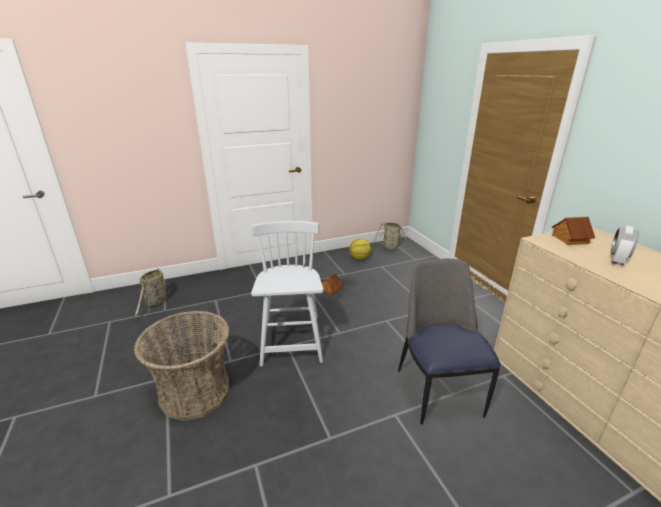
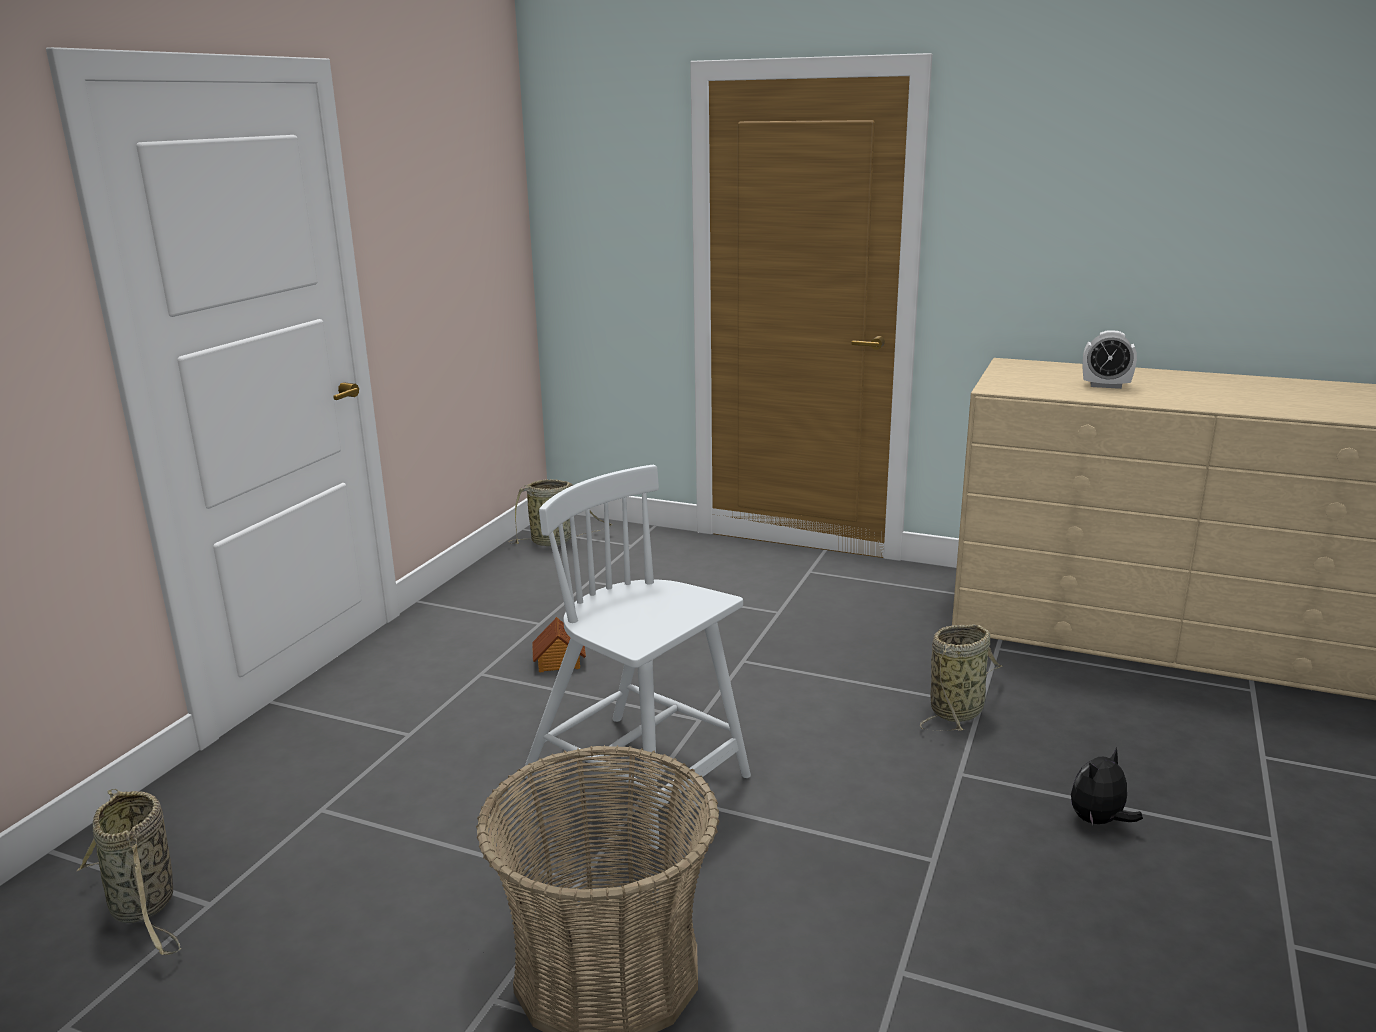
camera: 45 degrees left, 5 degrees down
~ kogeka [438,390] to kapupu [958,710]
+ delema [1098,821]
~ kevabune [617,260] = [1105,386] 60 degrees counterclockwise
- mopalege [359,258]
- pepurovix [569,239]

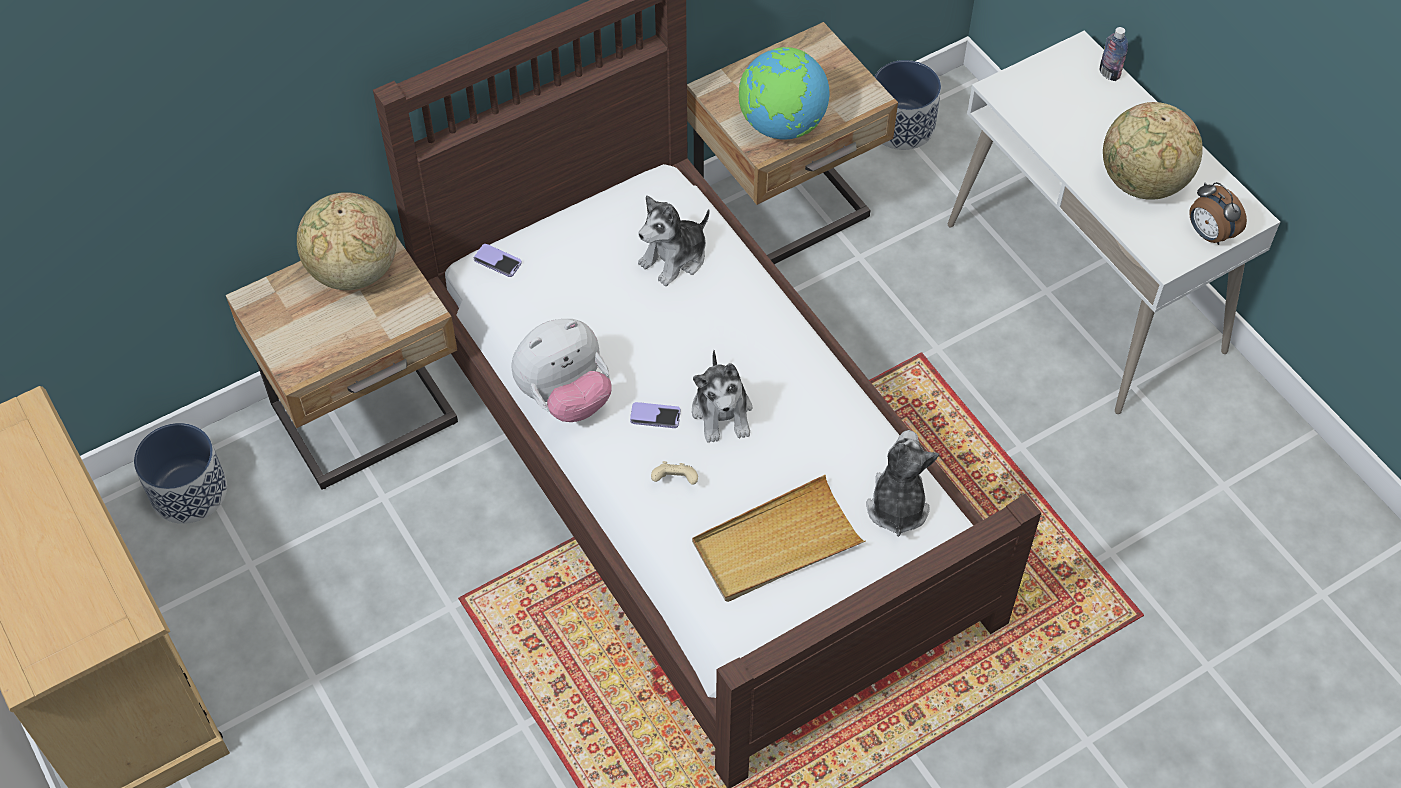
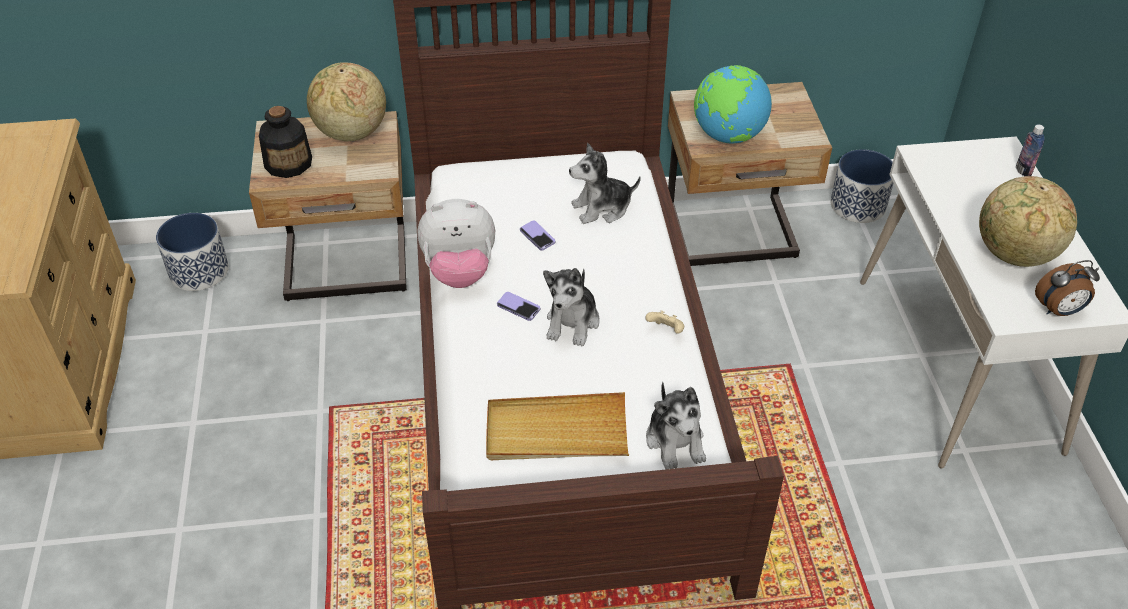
camera: 25 degrees right, 10 degrees down
+ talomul [289,163]
~ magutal [497,261] to [537,236]
~ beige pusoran [675,481] to [666,330]
~ delema [897,506] = [675,441] 135 degrees clockwise
~ kevabune [1208,234] = [1059,311] 90 degrees counterclockwise

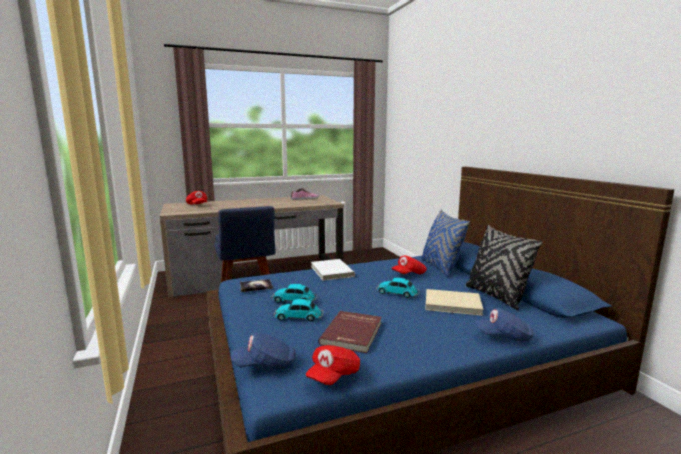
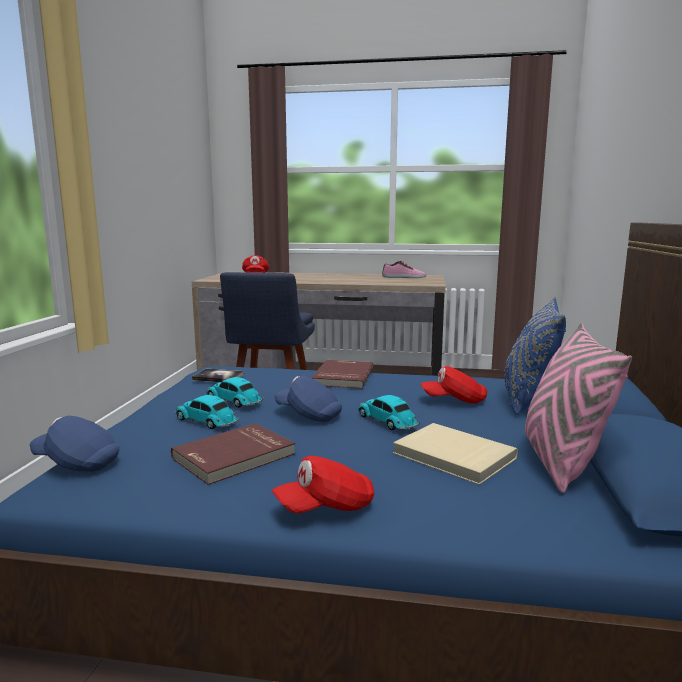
camera: 30 degrees right, 0 degrees up
~ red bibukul [333,376] to [325,507]
~ blue bibukul [503,337] to [309,414]
~ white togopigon [331,271] to red togopigon [342,377]
~ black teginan [496,296] to pink teginan [560,463]

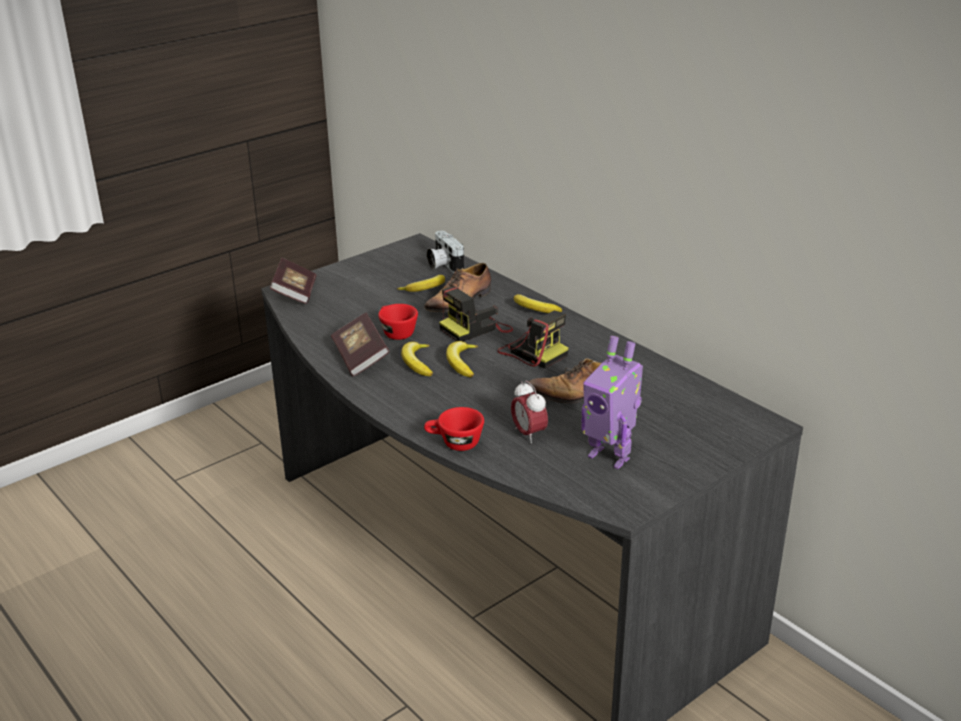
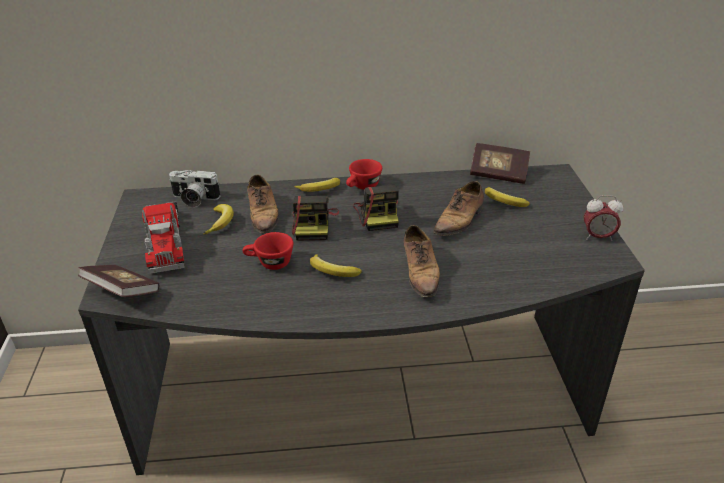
camera: 55 degrees left, 5 degrees up
+ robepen [165,242]
~ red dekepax [454,443] to [362,187]
~ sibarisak [532,351] = [378,214] 90 degrees clockwise
+ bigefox [420,272]
~ togopigon [360,357] to [498,174]
~ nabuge [461,363] to [503,202]
~ kevabune [528,434] to [598,237]
- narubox [610,456]

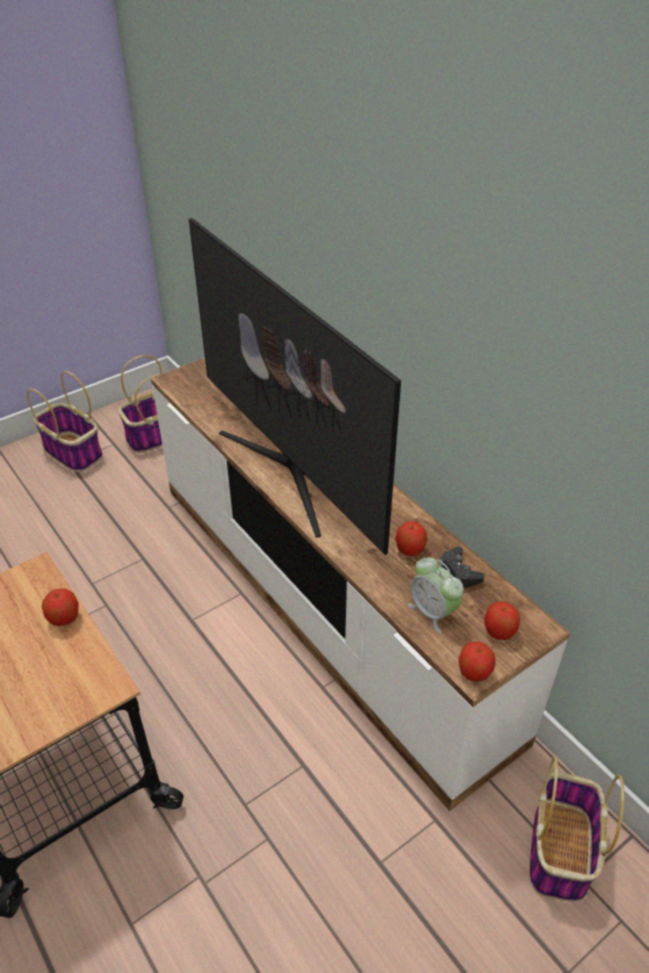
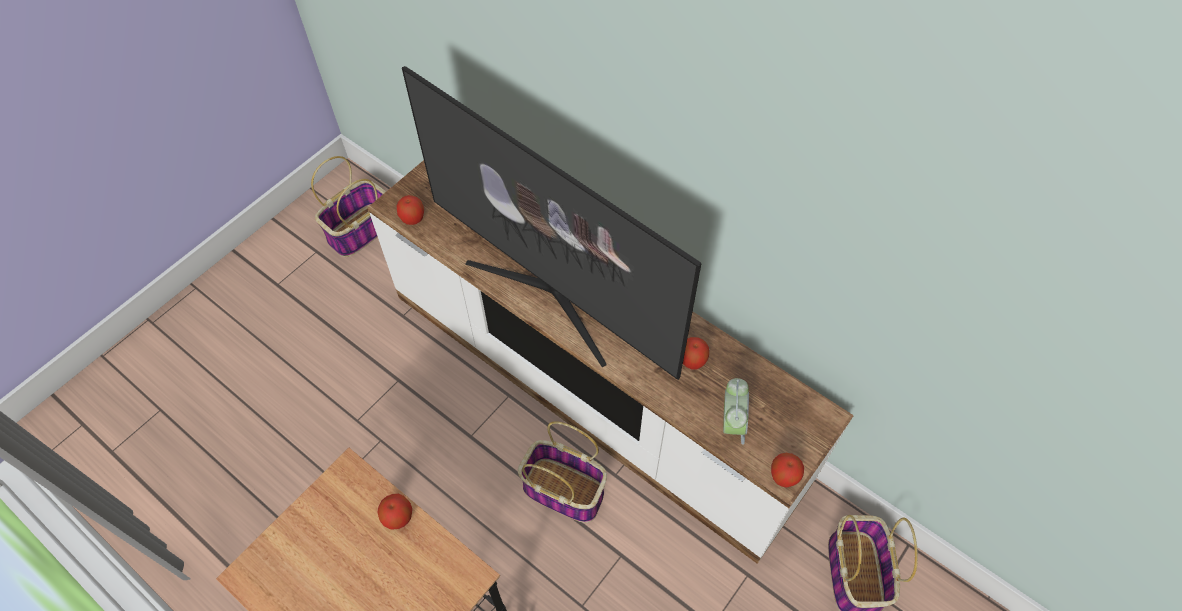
camera: 15 degrees left, 15 degrees up
~ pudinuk [499,631] to [412,218]
~ kapupu [74,452] to [565,491]
~ kevabune [433,612] = [732,423] 120 degrees counterclockwise
- black pusoran [459,572]

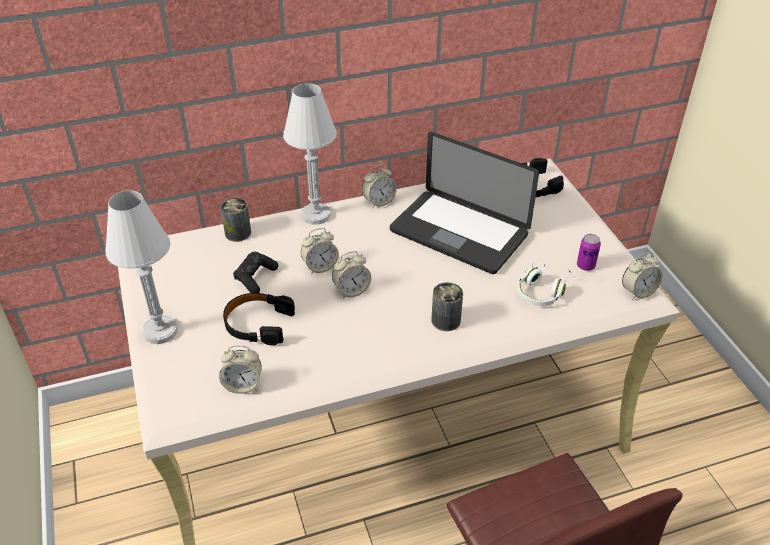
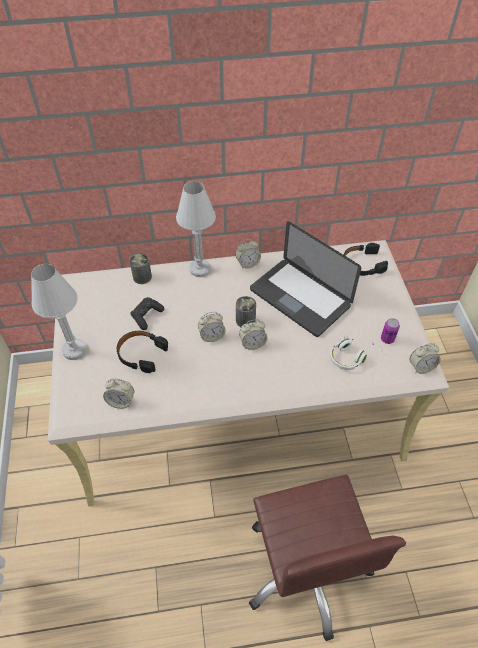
camera: 10 degrees right, 10 degrees up
~ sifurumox [446,320] to [245,320]
~ kevabune [320,267] to [252,343]

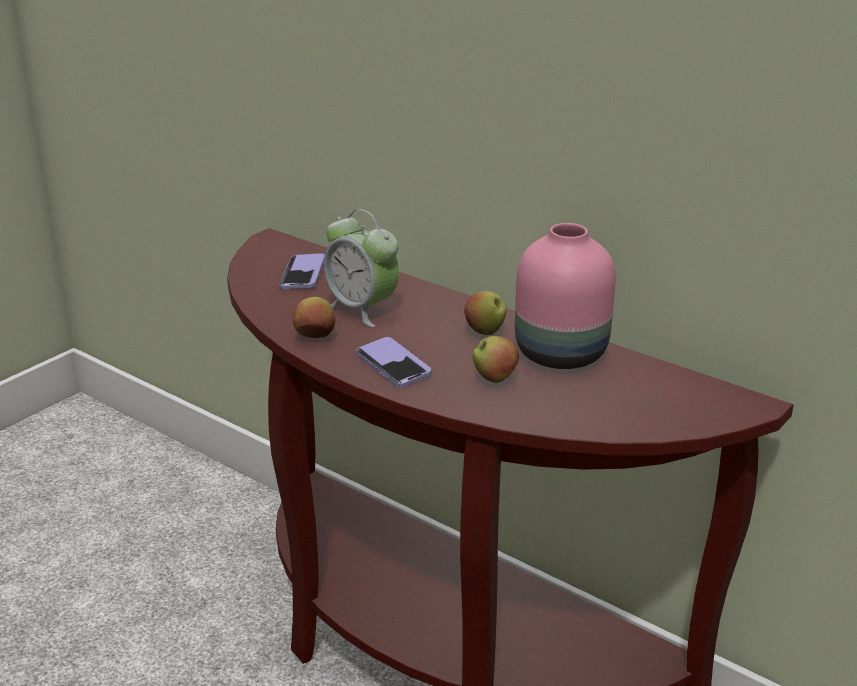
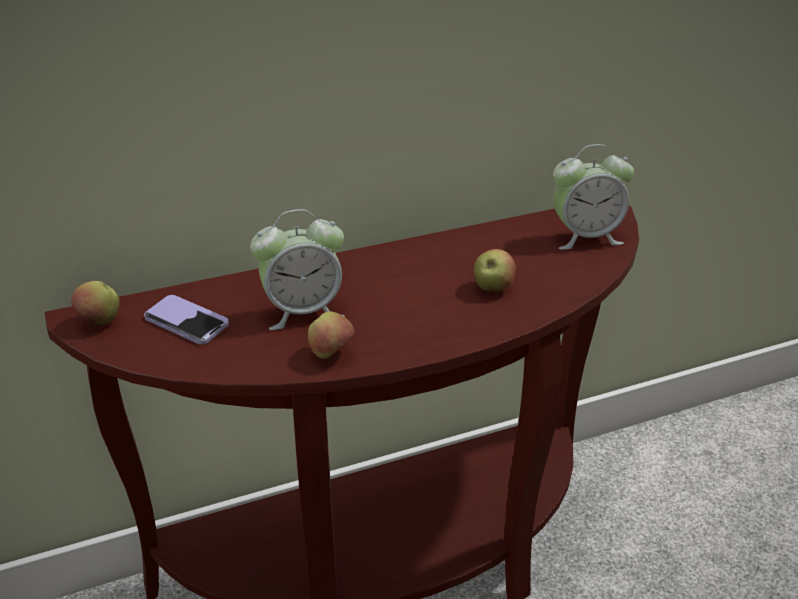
camera: 60 degrees left, 5 degrees up
~ pudinuk [485,332] to [100,322]
+ kevabune [585,237]
- magutal [393,365]
- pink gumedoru [562,353]

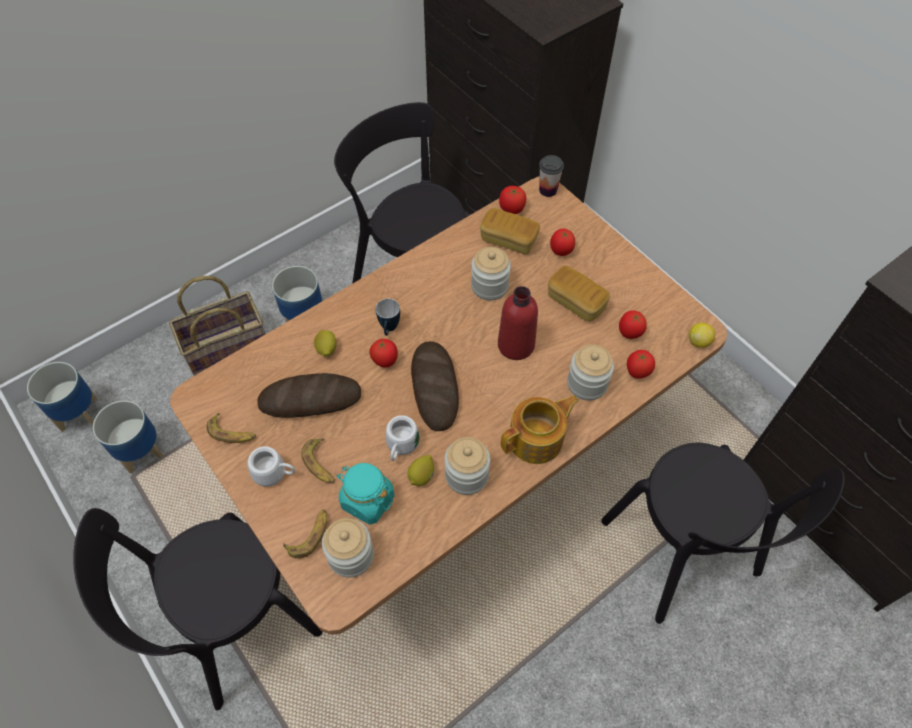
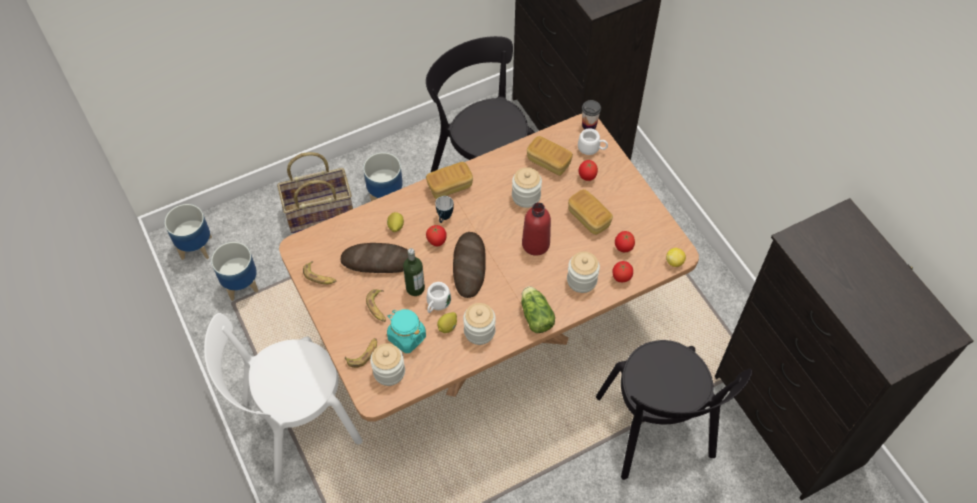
camera: 10 degrees right, 0 degrees up
~ black kogeka [233,623] to white kogeka [295,424]
+ talomul [415,288]
+ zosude [449,186]
~ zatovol [537,439] to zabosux [535,314]
~ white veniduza [275,473] to [592,149]
- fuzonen [511,209]

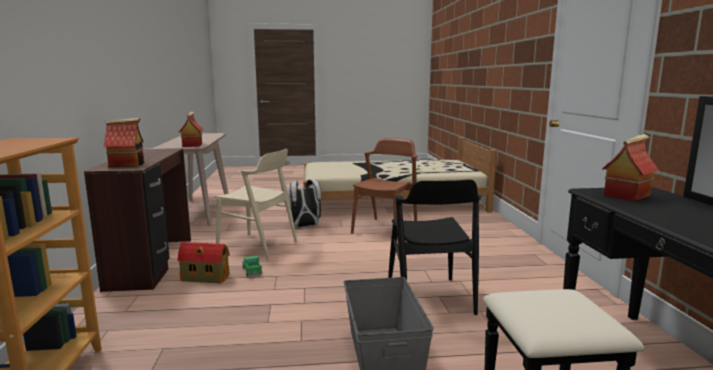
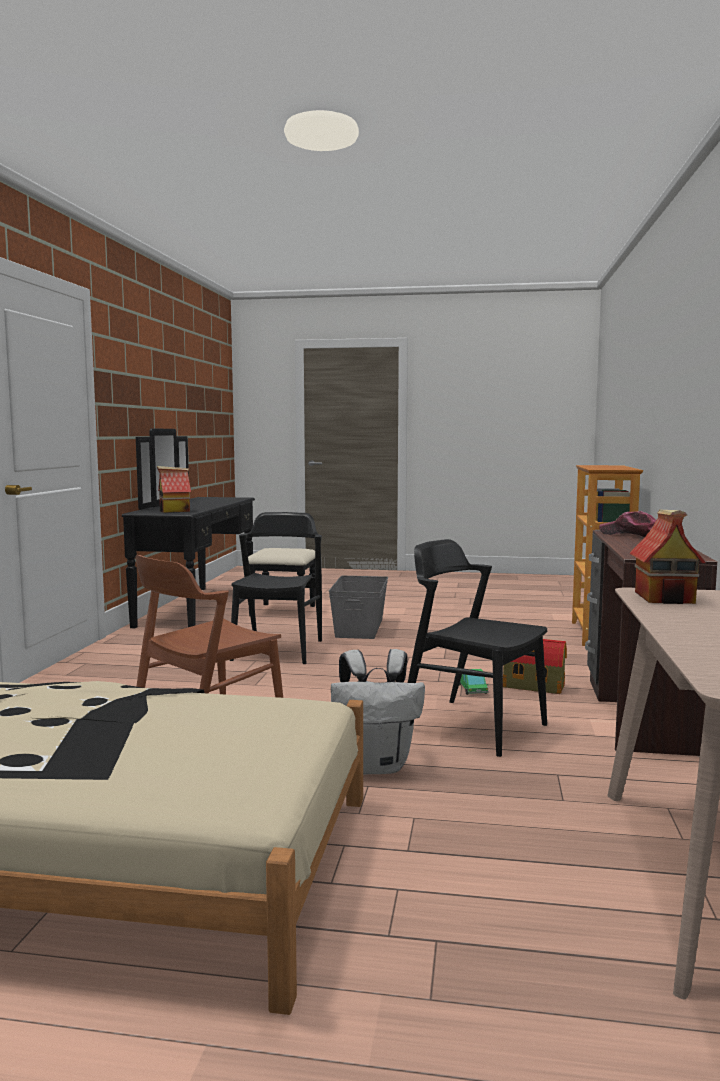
camera: 165 degrees left, 5 degrees down
~ beige kogeka [258,246] to black kogeka [473,726]
~ pepurovix [127,164] to bibukul [631,535]

